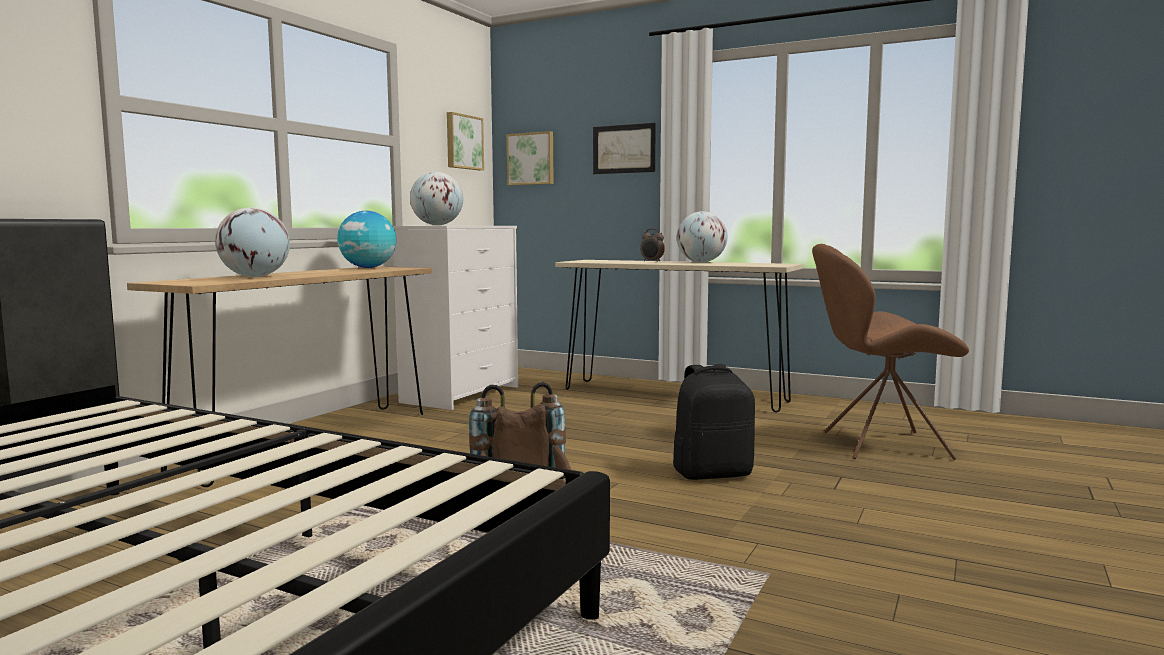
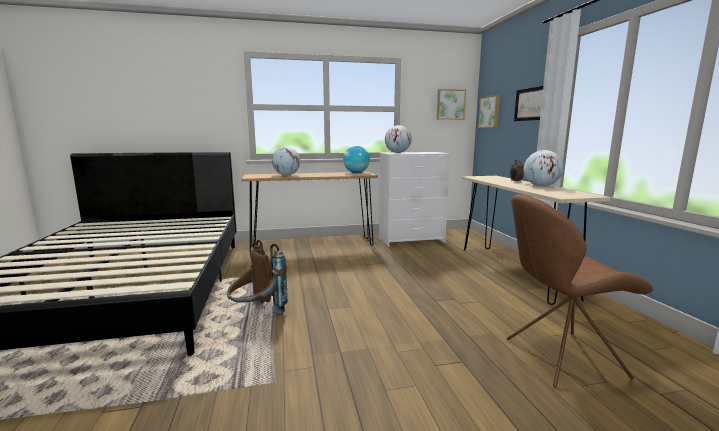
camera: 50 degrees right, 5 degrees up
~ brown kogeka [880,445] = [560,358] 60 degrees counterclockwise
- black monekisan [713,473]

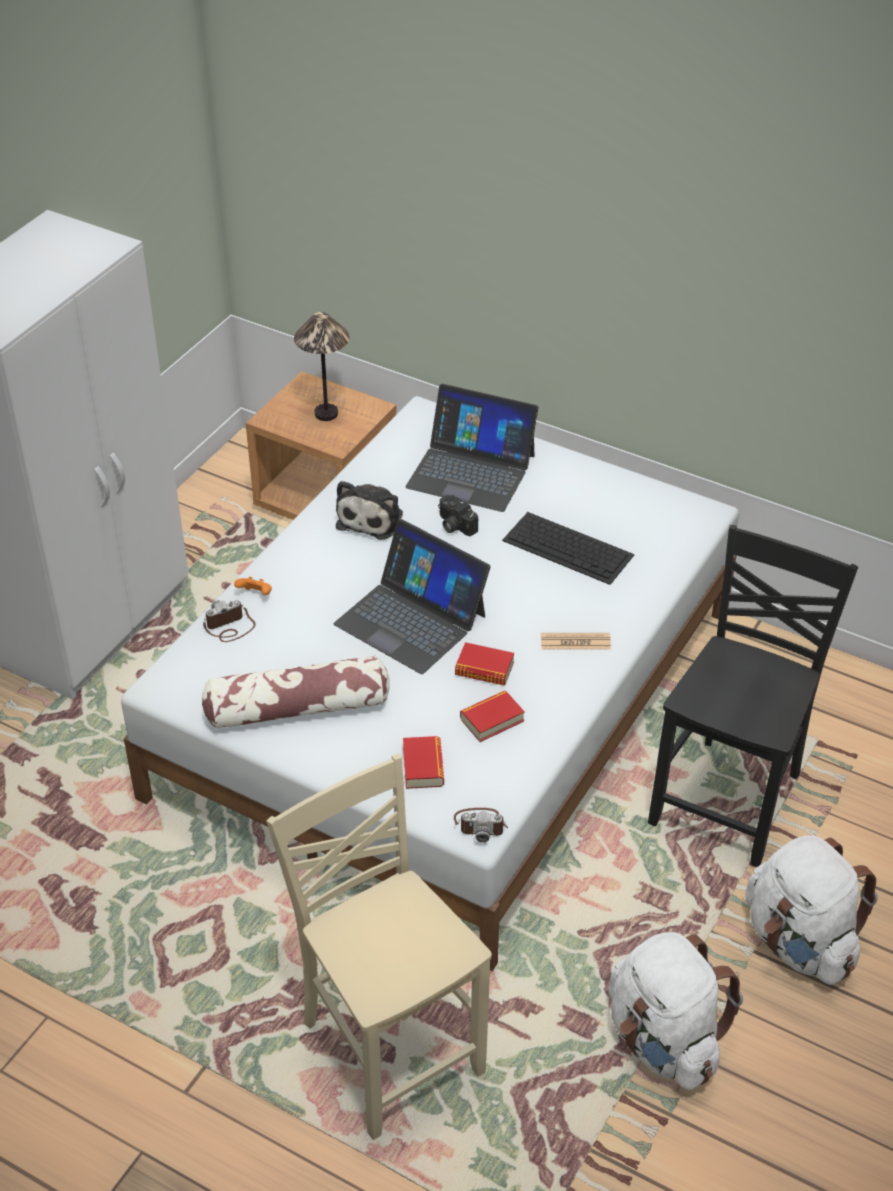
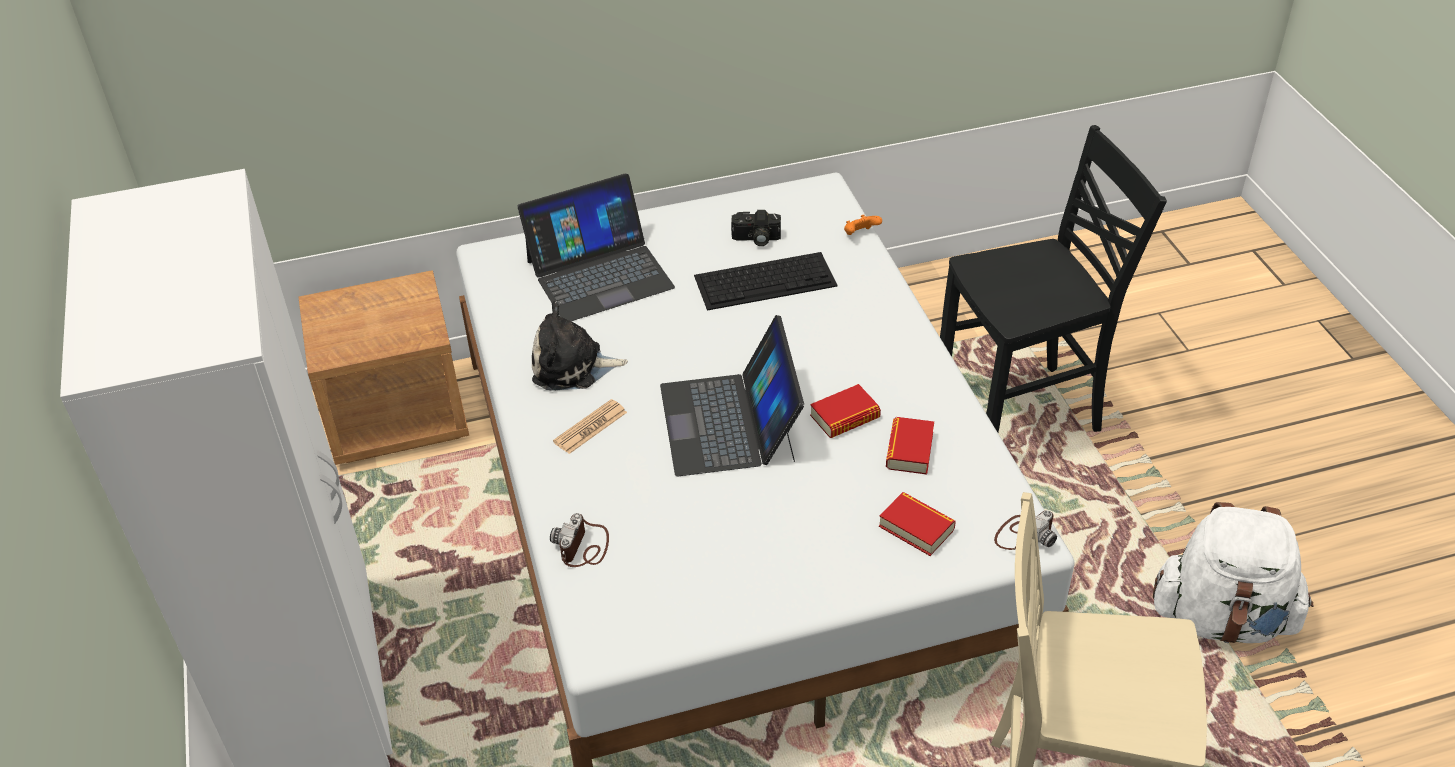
camera: 45 degrees left, 0 degrees up
~ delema [372,518] = [572,366] 120 degrees clockwise
~ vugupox [575,642] to [590,427]
~ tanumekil [411,619] = [729,422] 90 degrees clockwise
~ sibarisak [454,525] to [756,239]
~ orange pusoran [256,595] to [860,234]
~ black kogeka [730,799] = [1021,413] 90 degrees clockwise
- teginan [297,708]
- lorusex [326,413]
- white monekisan [800,942]

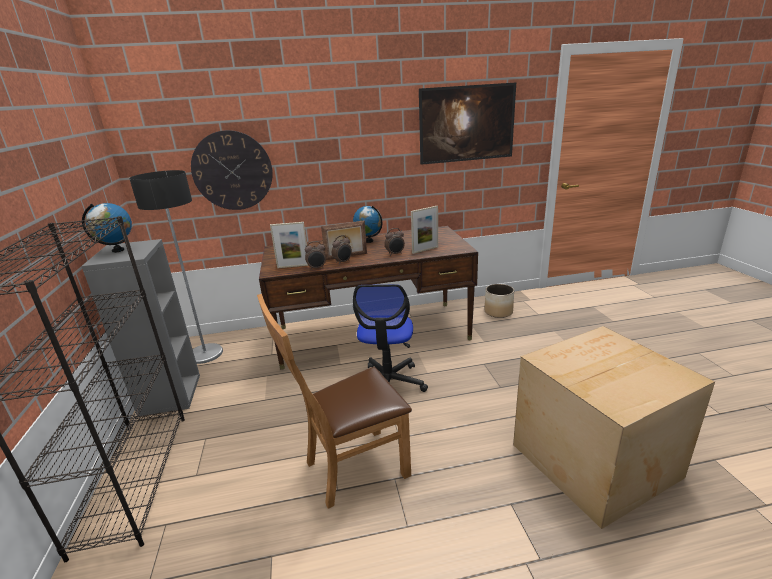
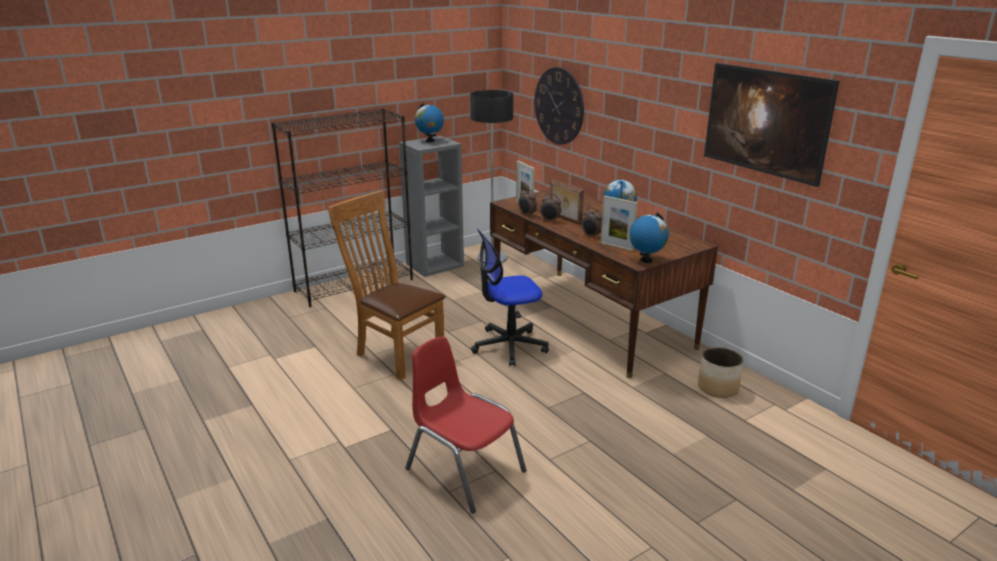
camera: 65 degrees right, 0 degrees up
~ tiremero [591,460] to red kogeka [464,470]
+ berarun [646,260]

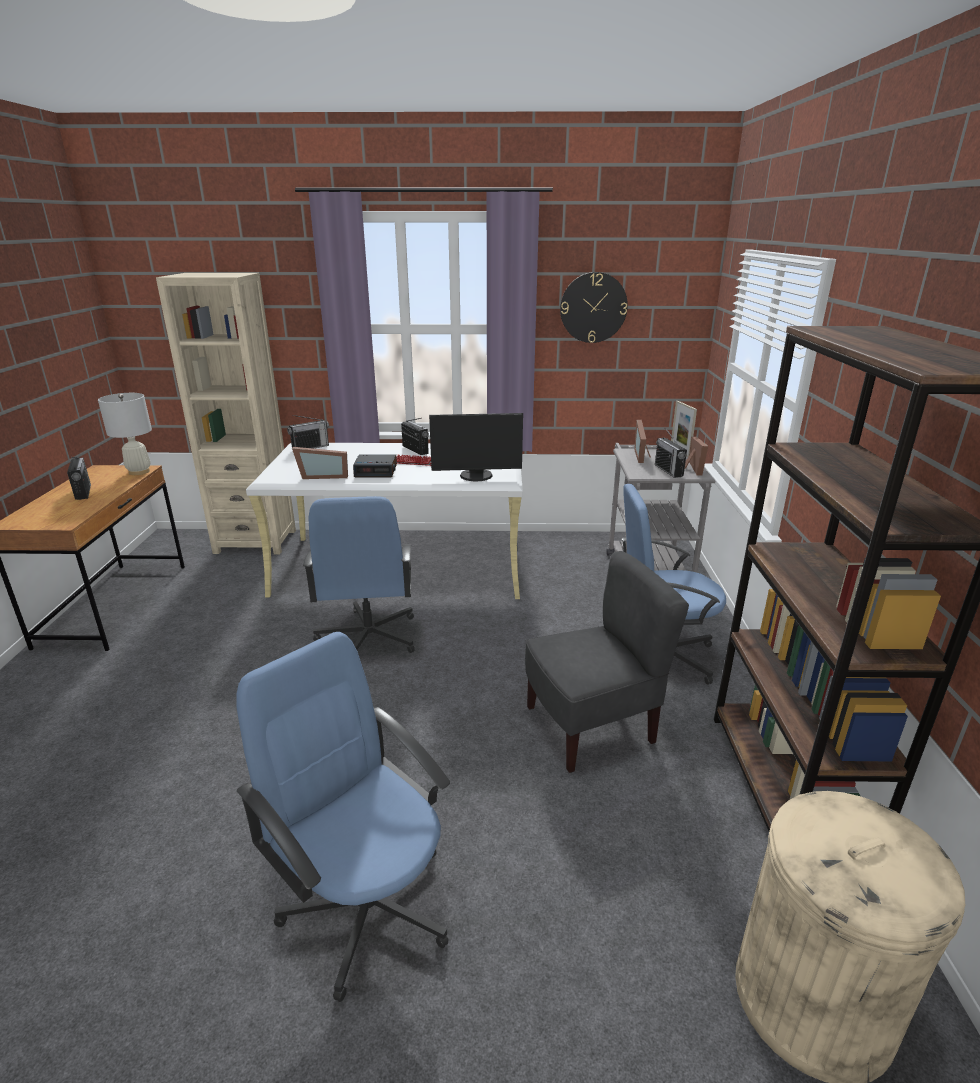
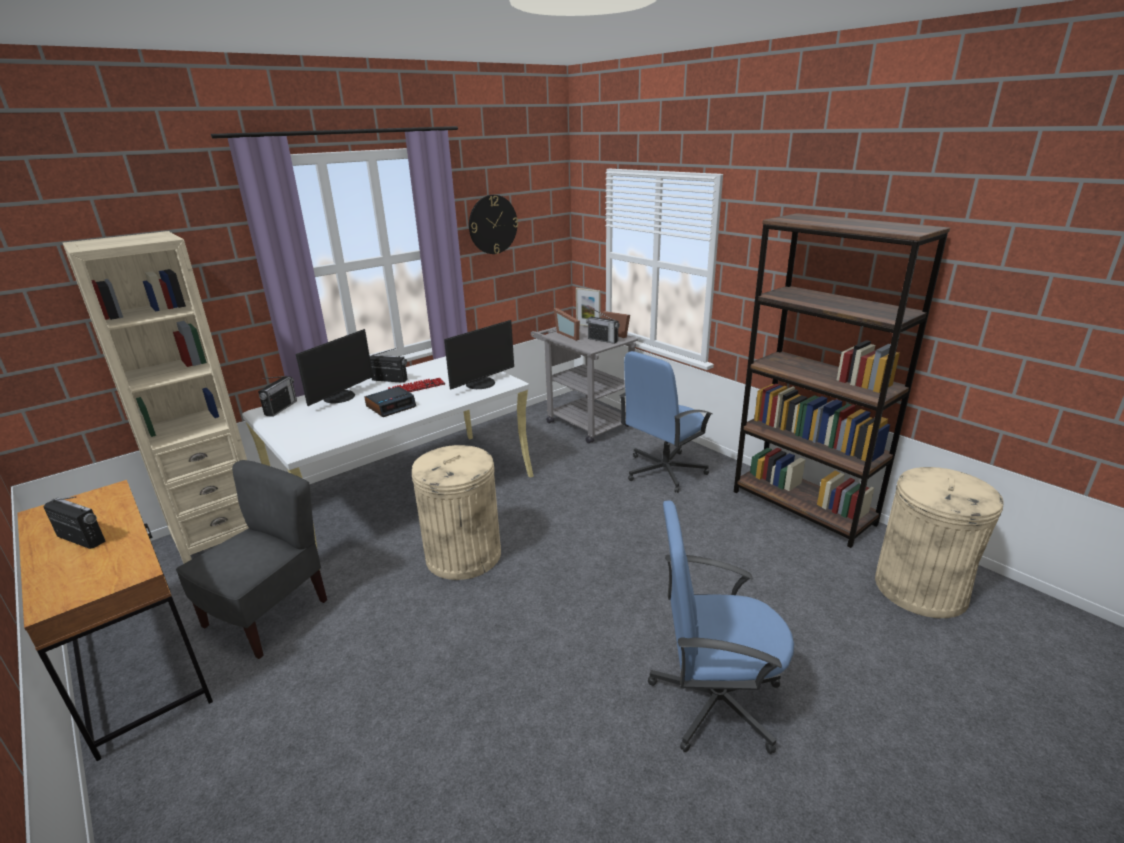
camera: 40 degrees left, 0 degrees up
~ grey kogeka [591,727] to [268,614]
+ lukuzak [340,397]
~ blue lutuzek [368,638] to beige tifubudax [463,555]
- white lorusex [139,472]
- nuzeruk [323,476]

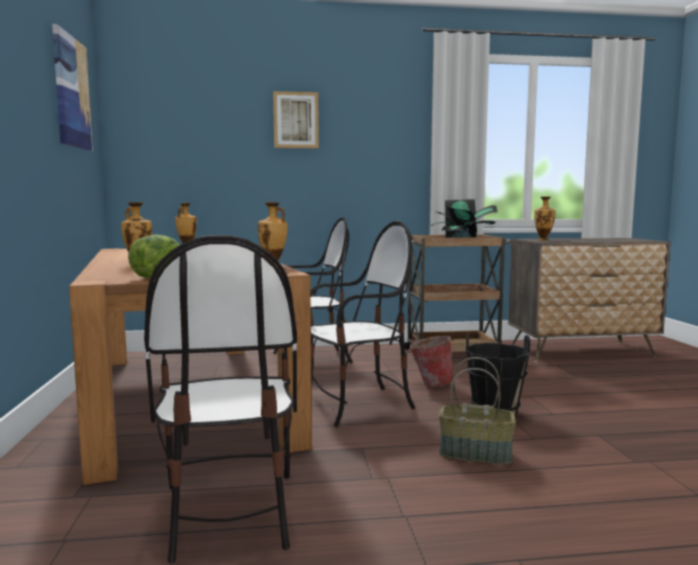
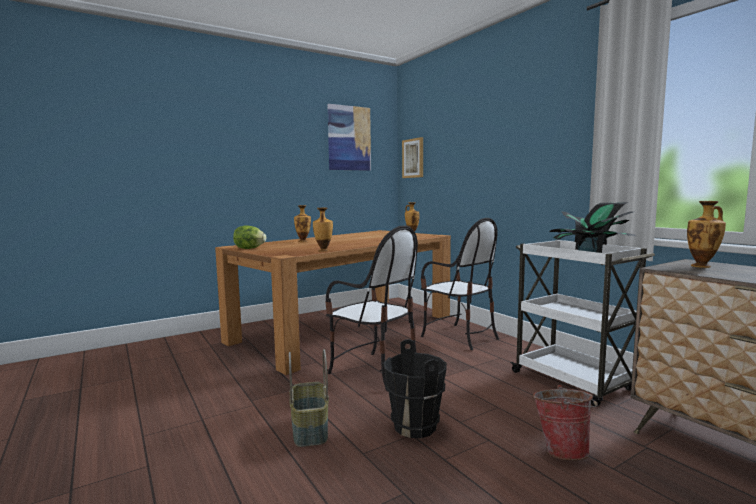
camera: 65 degrees right, 0 degrees up
~ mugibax [296,120] to [413,158]
~ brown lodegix [452,354] to white lodegix [573,382]
~ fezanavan [430,384] to [562,450]
- kogeka [229,512]

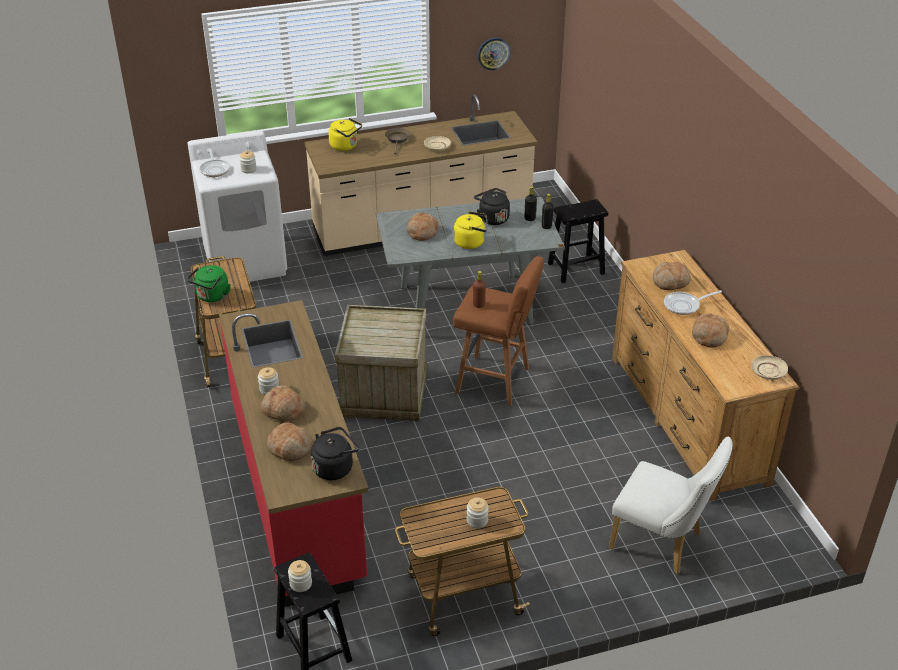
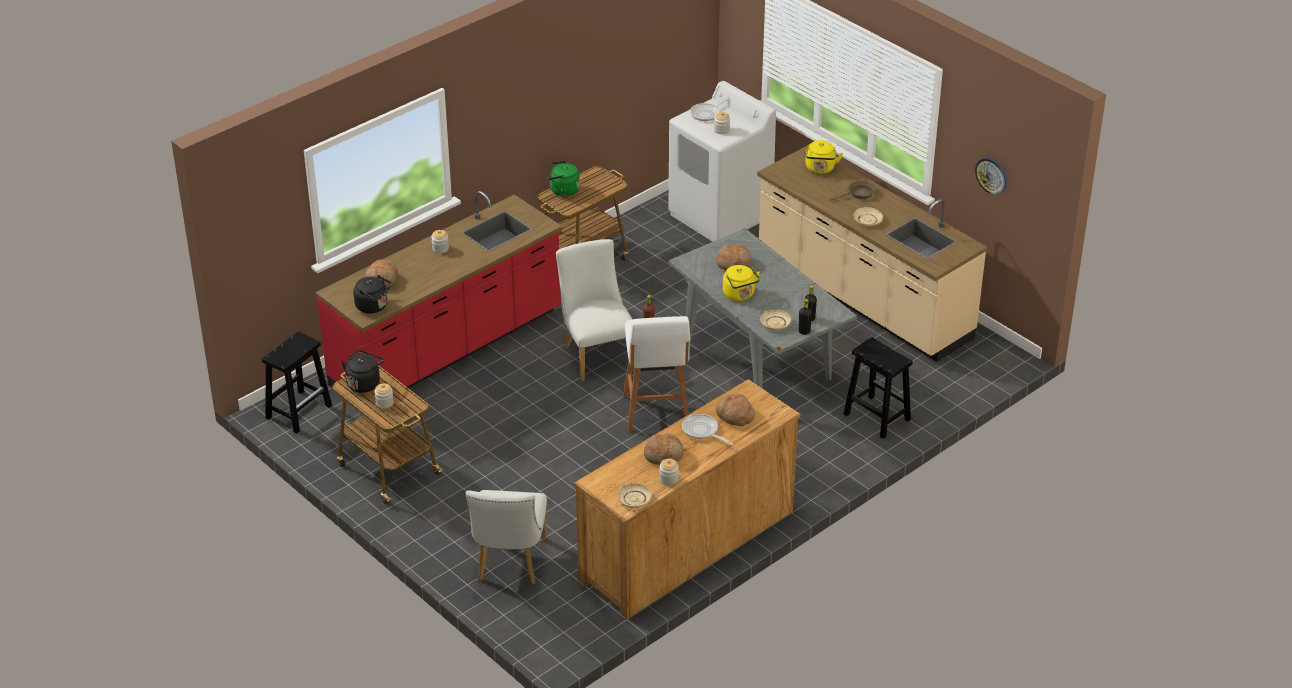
camera: 65 degrees right, 0 degrees up
~ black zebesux [492,218] to [364,383]
~ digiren [383,391] to white kogeka [596,354]
~ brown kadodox [495,381] to white kadodox [656,413]
~ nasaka [301,583] to [668,479]
+ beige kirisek [775,323]
- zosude [283,410]

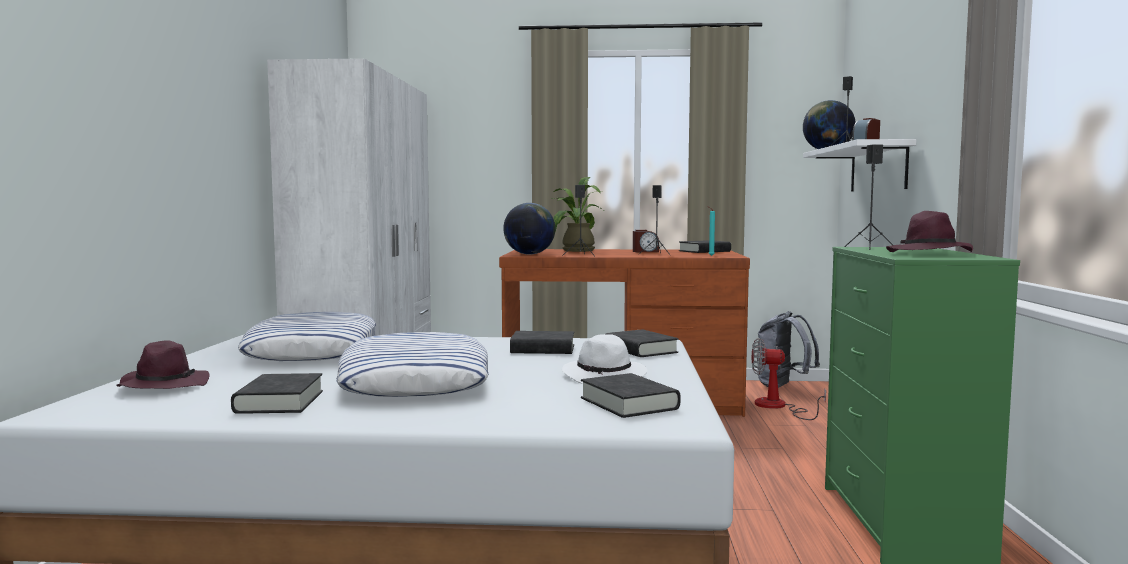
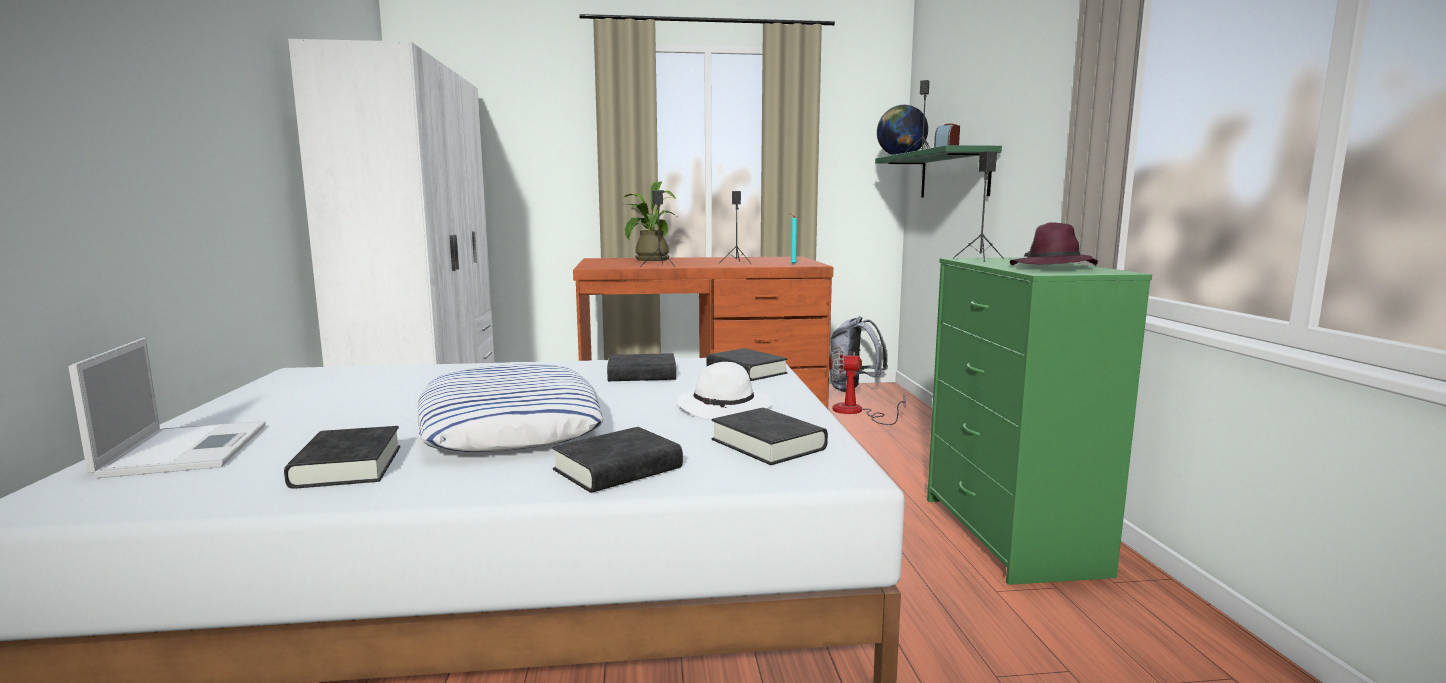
camera: 10 degrees left, 5 degrees up
~ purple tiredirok [163,385] to tanumekil [186,449]
~ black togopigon [704,251] to [617,469]
~ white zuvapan [877,168] to green zuvapan [953,175]
- teginan [313,350]
- berarun [529,254]
- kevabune [645,251]

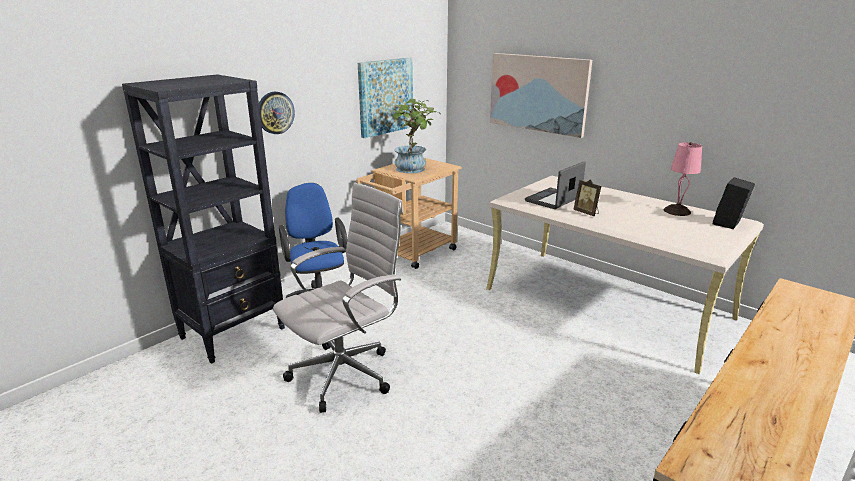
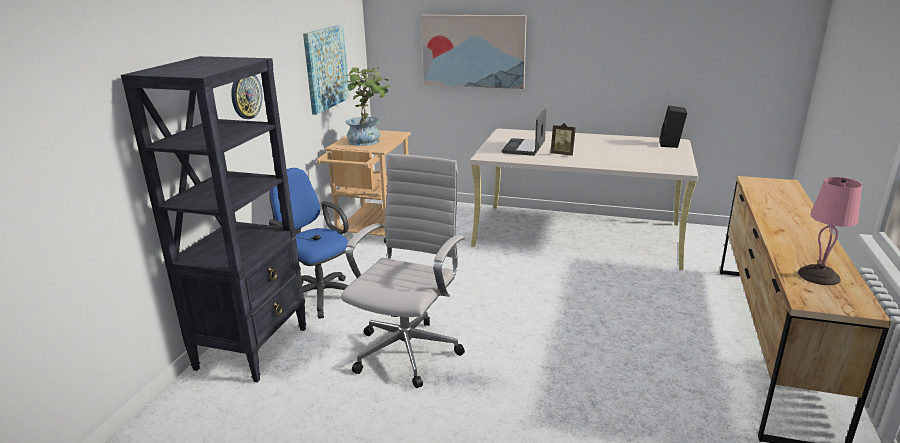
camera: 25 degrees left, 0 degrees up
~ pink lorusex [677,211] to [819,276]

